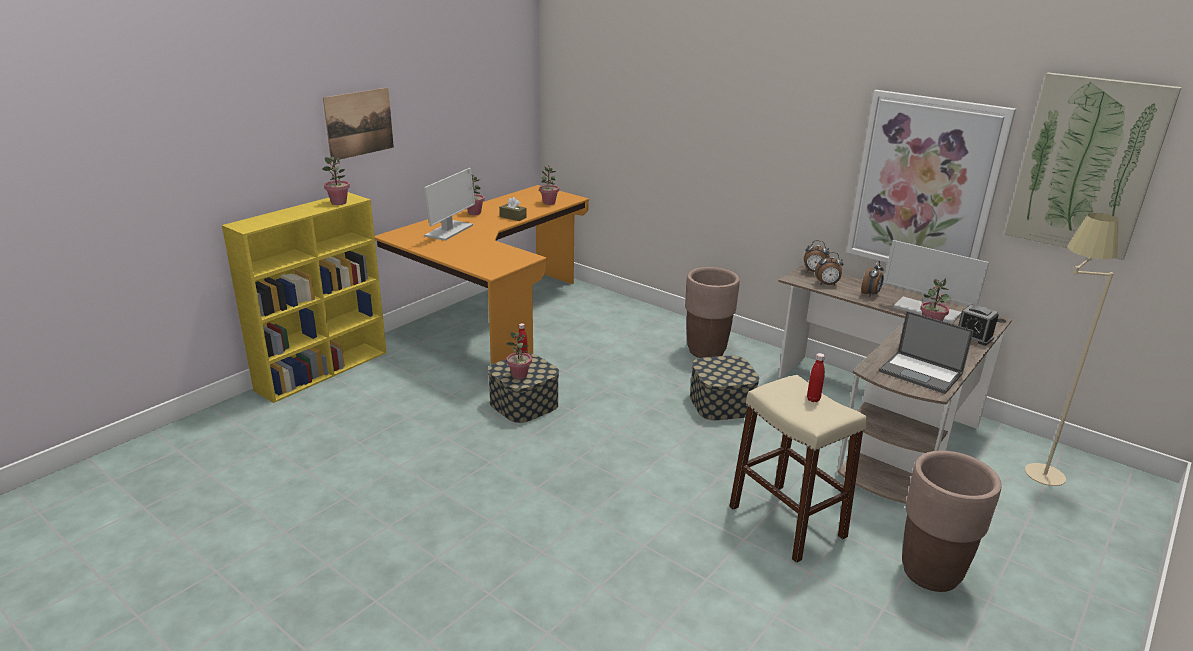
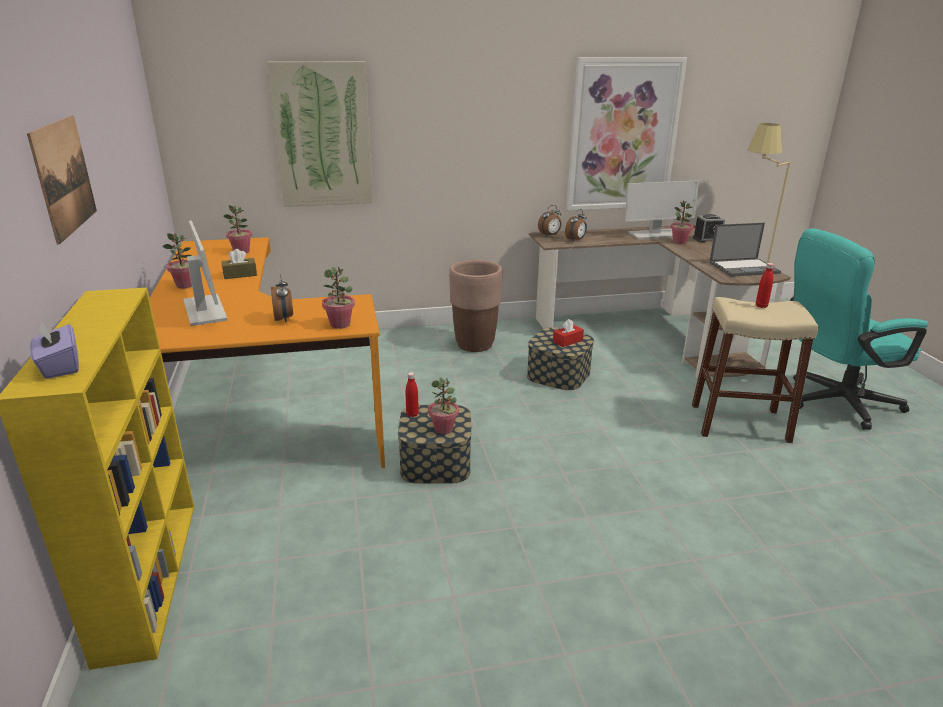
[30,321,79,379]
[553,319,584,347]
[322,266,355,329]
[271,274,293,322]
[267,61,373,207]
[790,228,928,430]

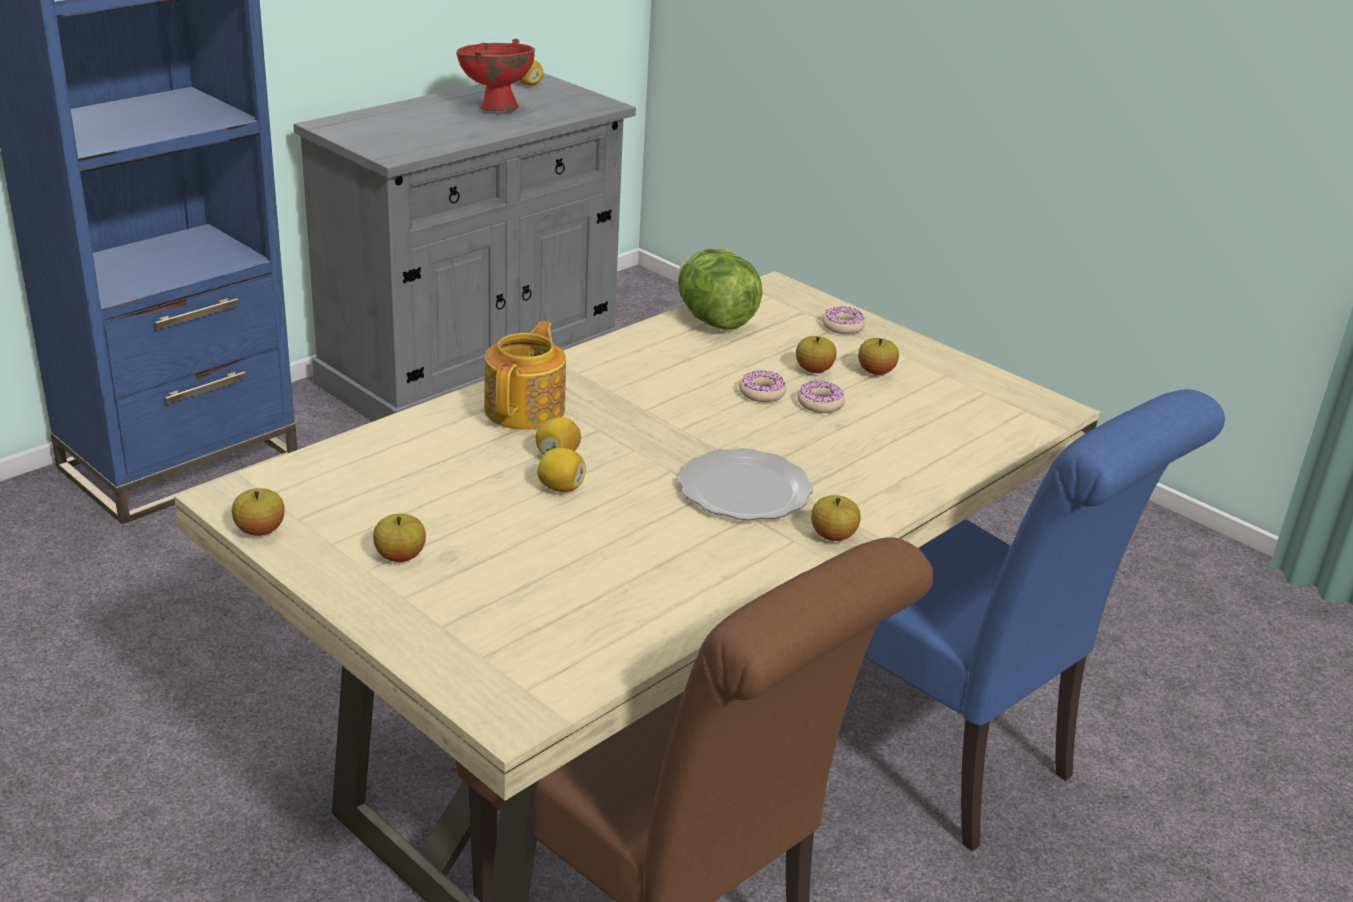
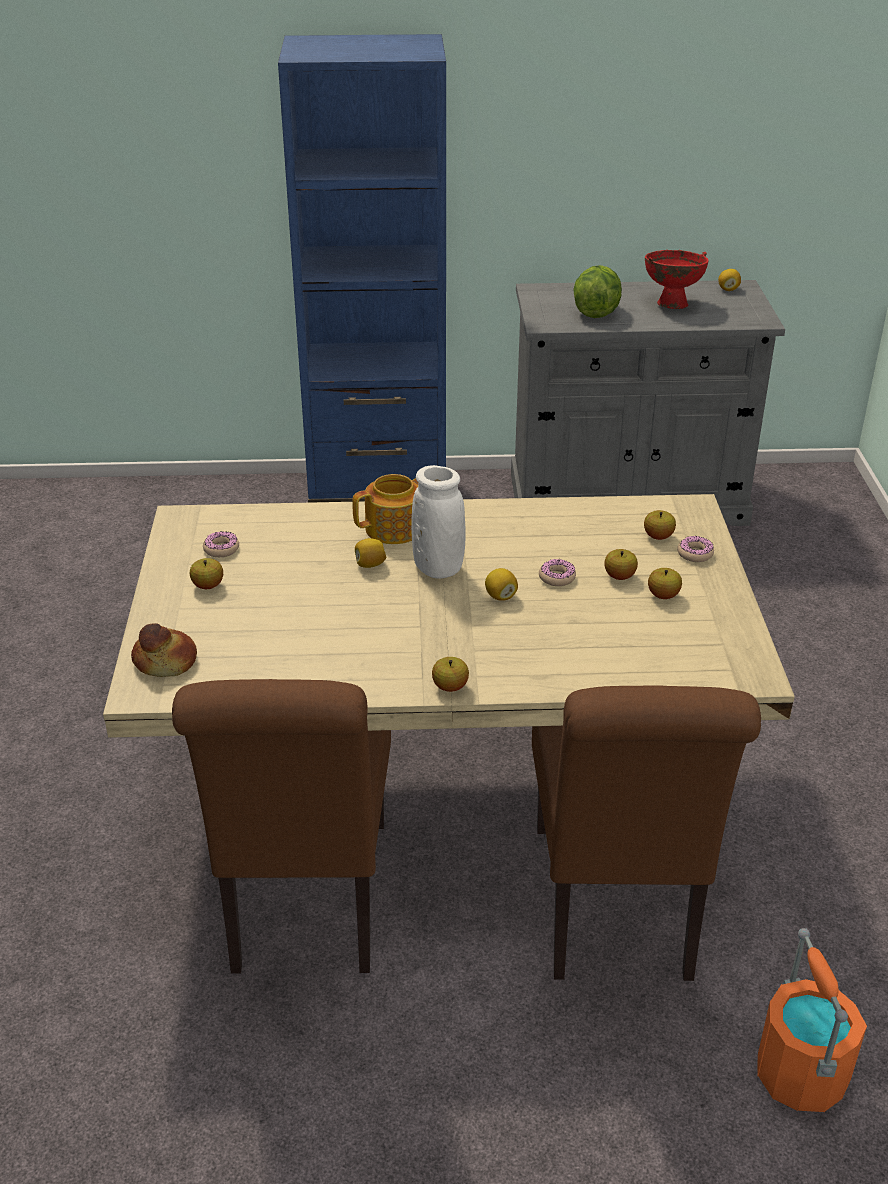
[678,448,813,520] (first image)
[131,623,197,677]
[411,465,466,579]
[757,928,867,1112]
[644,510,676,540]
[485,568,518,601]
[573,265,622,318]
[203,531,239,557]
[532,686,761,981]

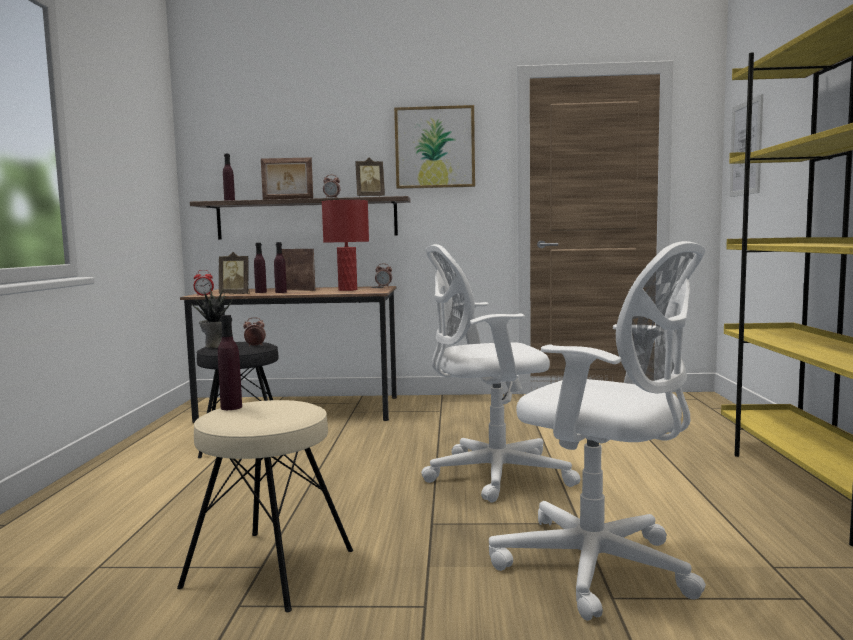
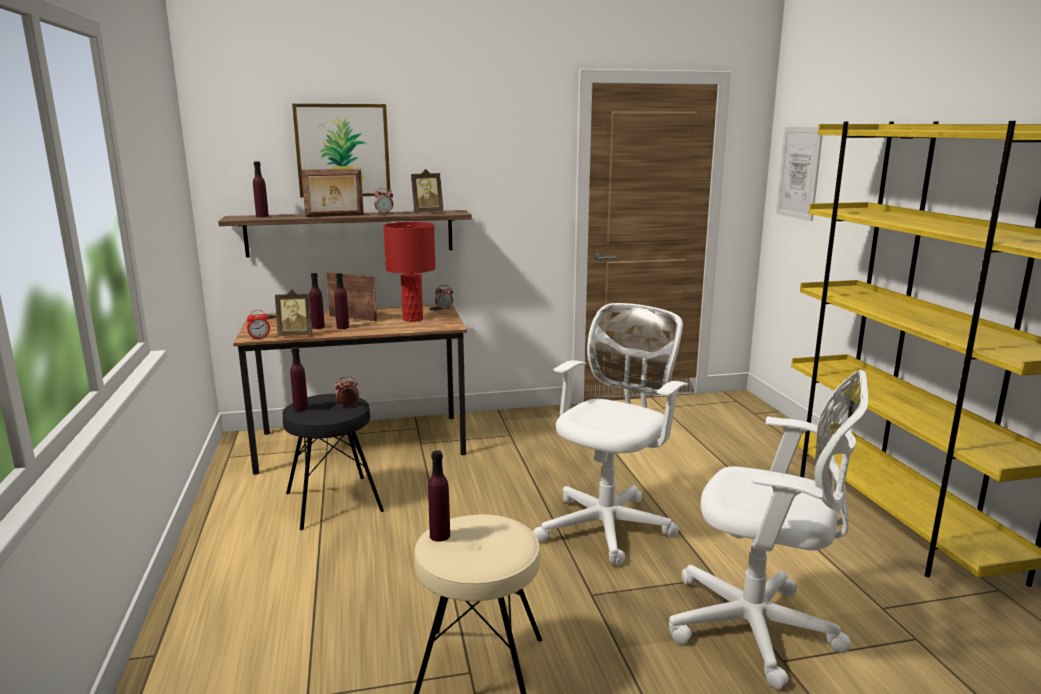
[292,104,391,198]
[290,347,308,411]
[533,303,688,566]

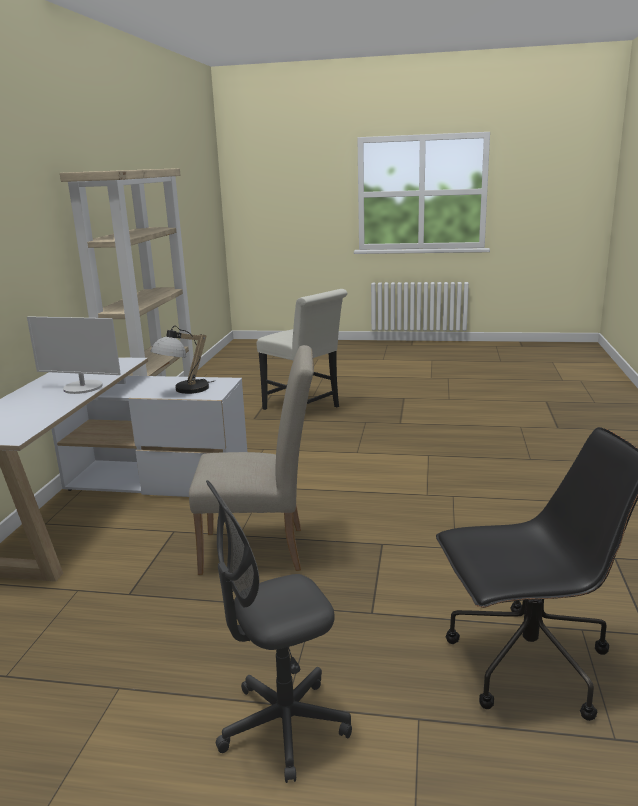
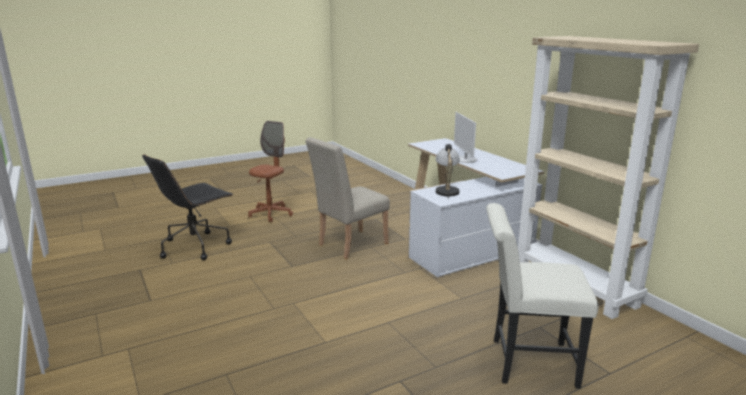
[248,121,293,222]
[454,112,477,163]

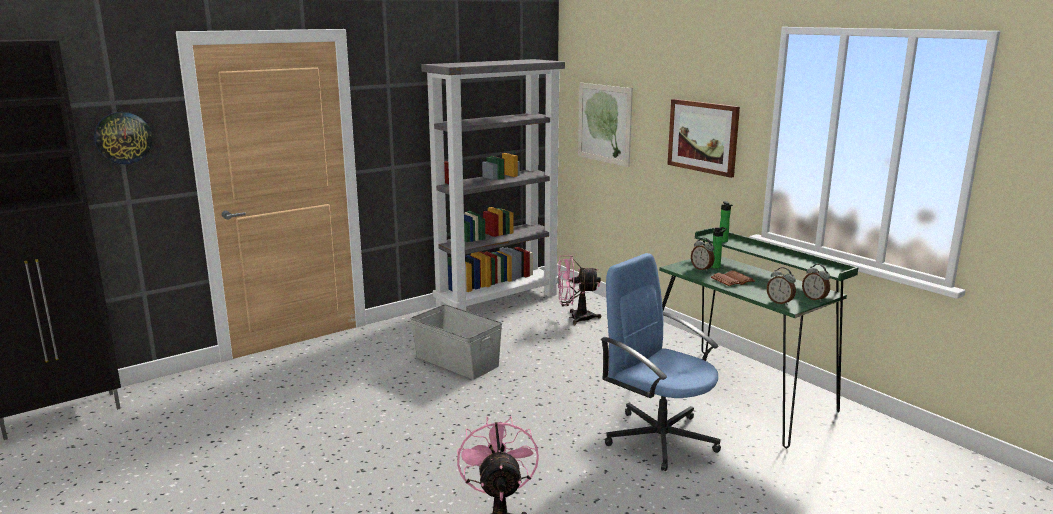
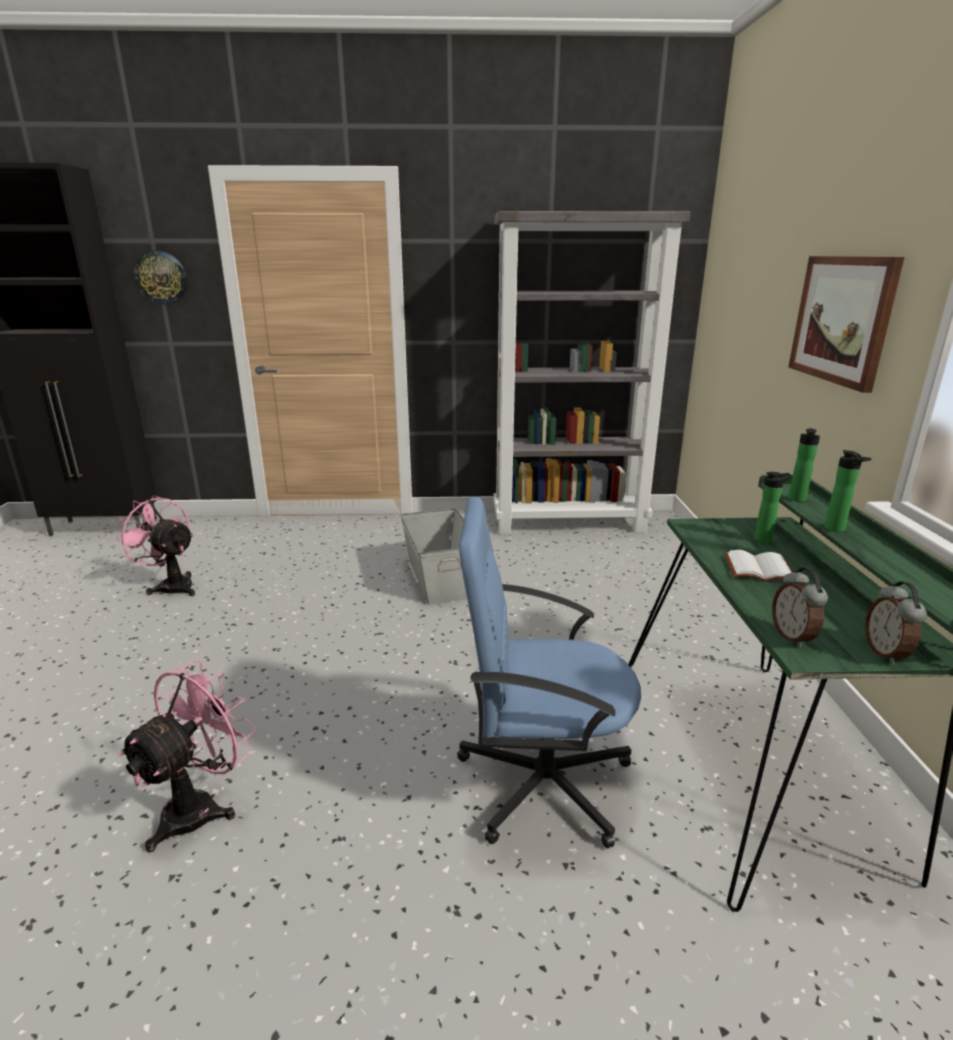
[578,83,633,167] (first image)
[691,237,715,271] (first image)
[824,450,872,532]
[114,495,195,596]
[724,550,793,581]
[457,497,642,848]

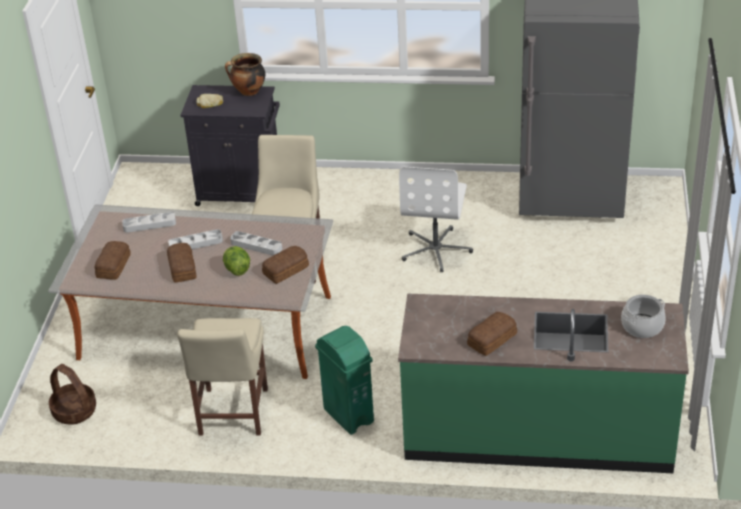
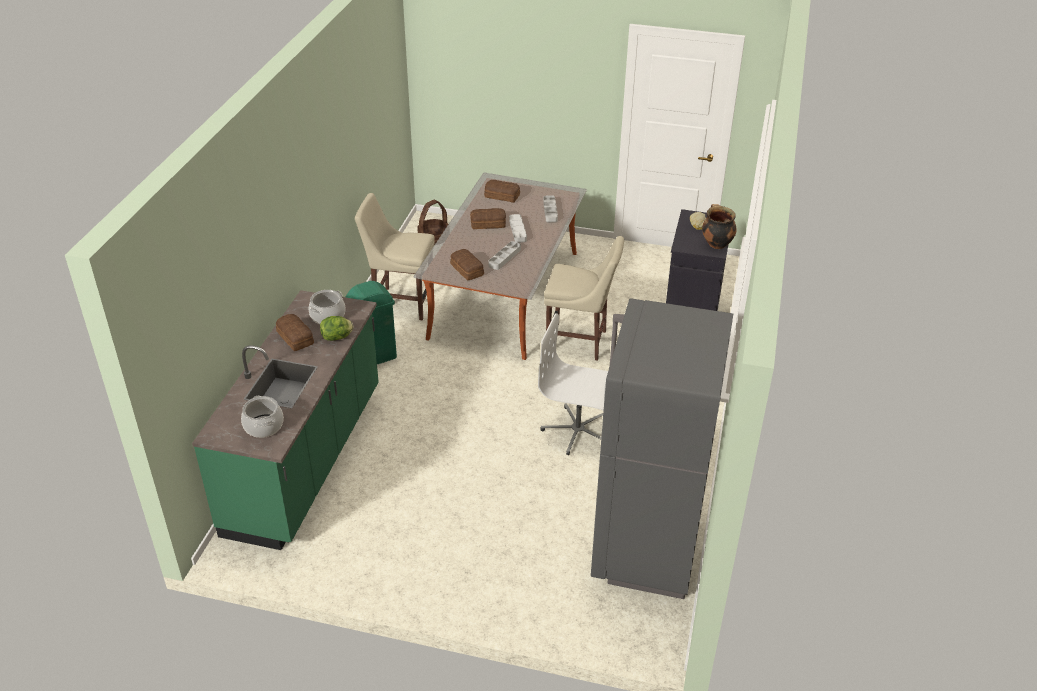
[309,290,346,324]
[320,316,354,341]

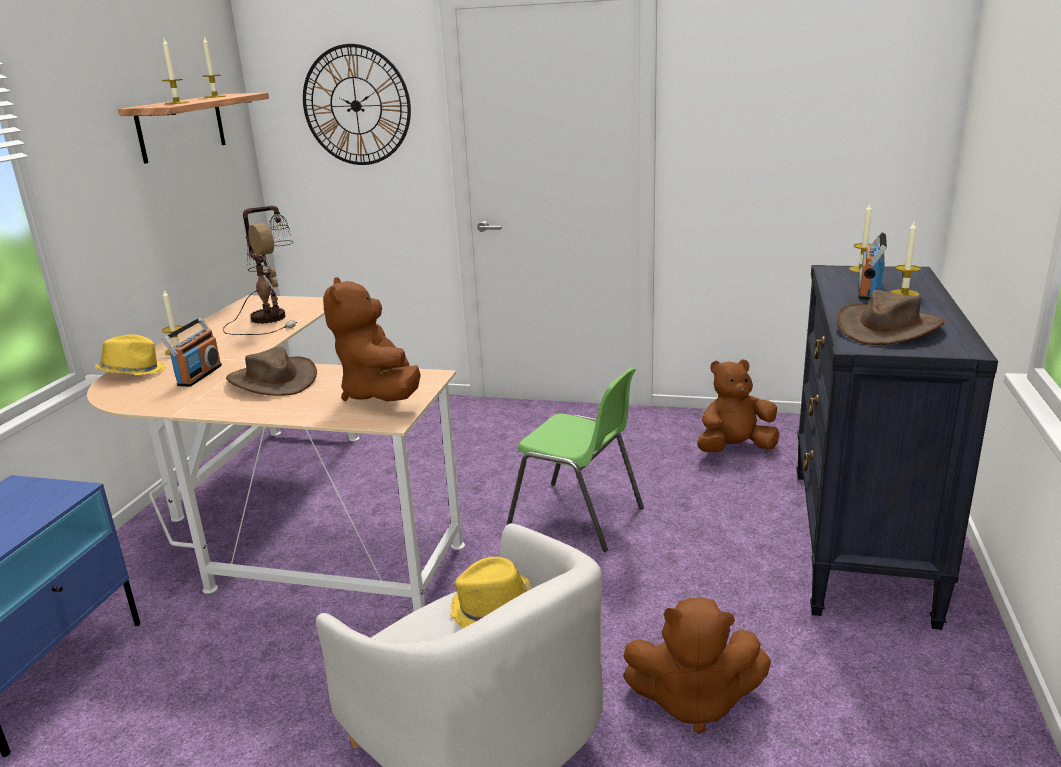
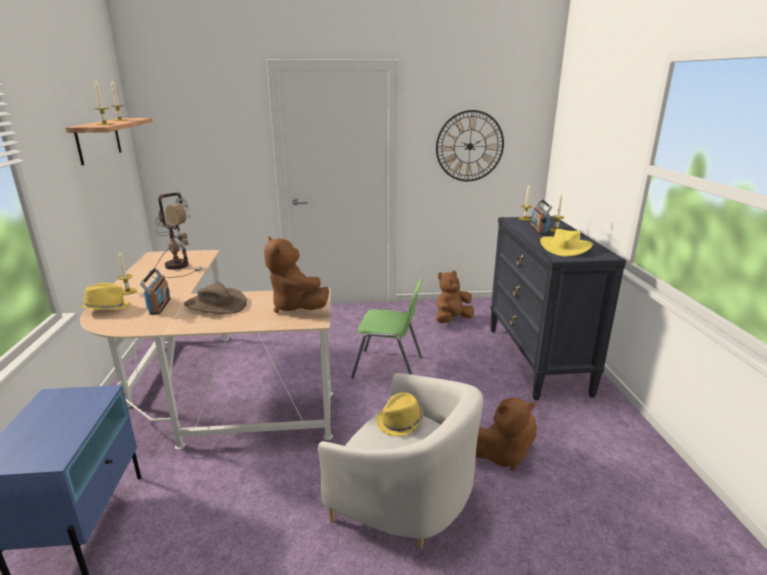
[436,110,504,181]
[540,229,593,257]

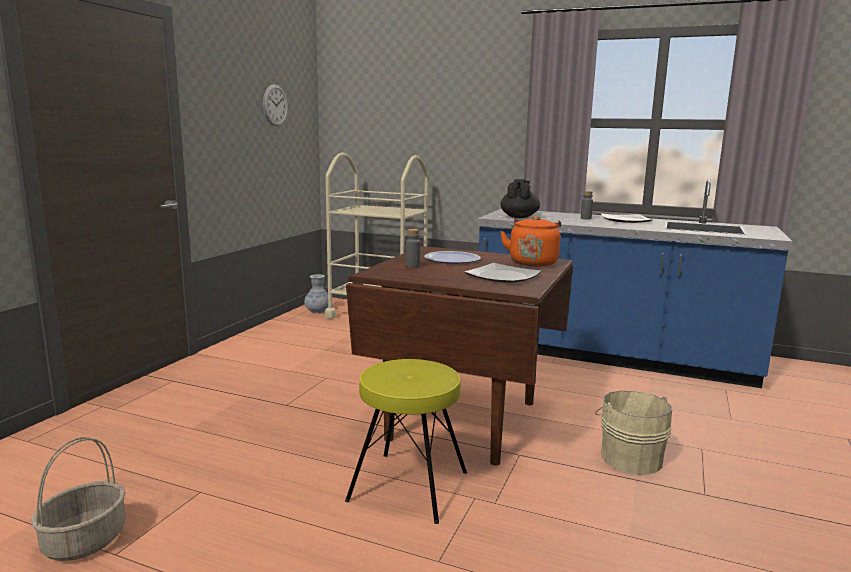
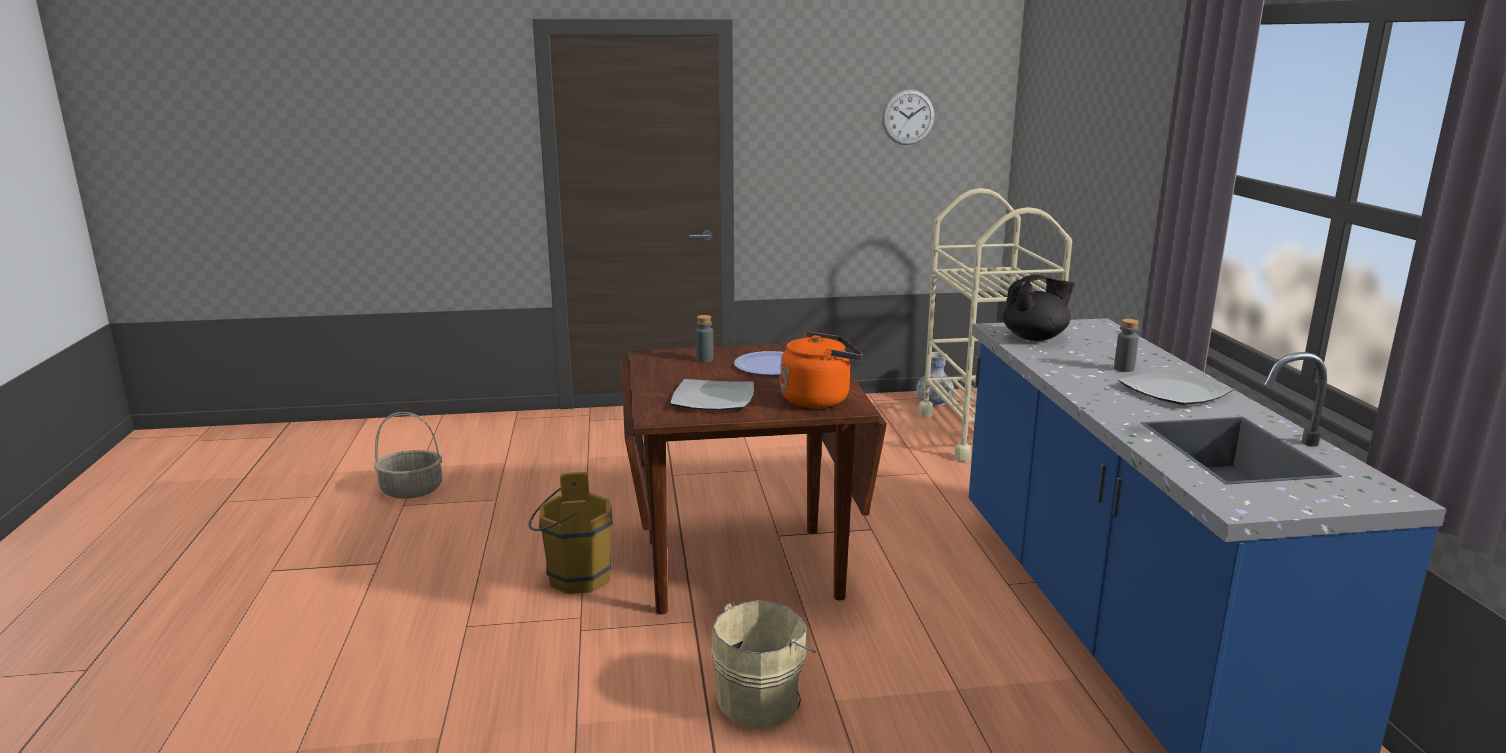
[528,472,613,594]

